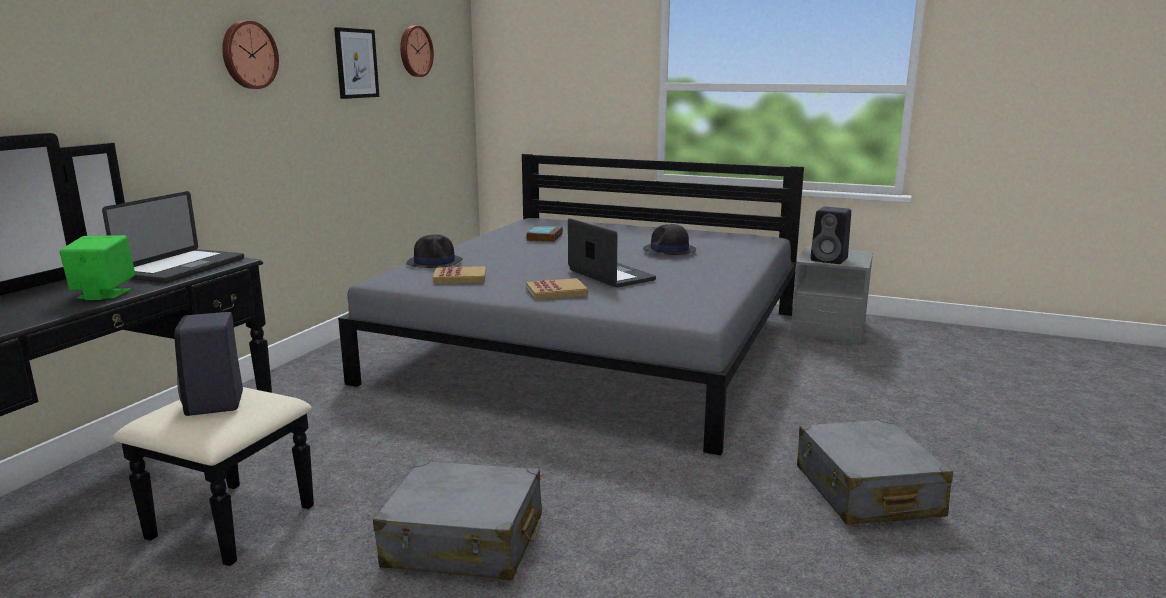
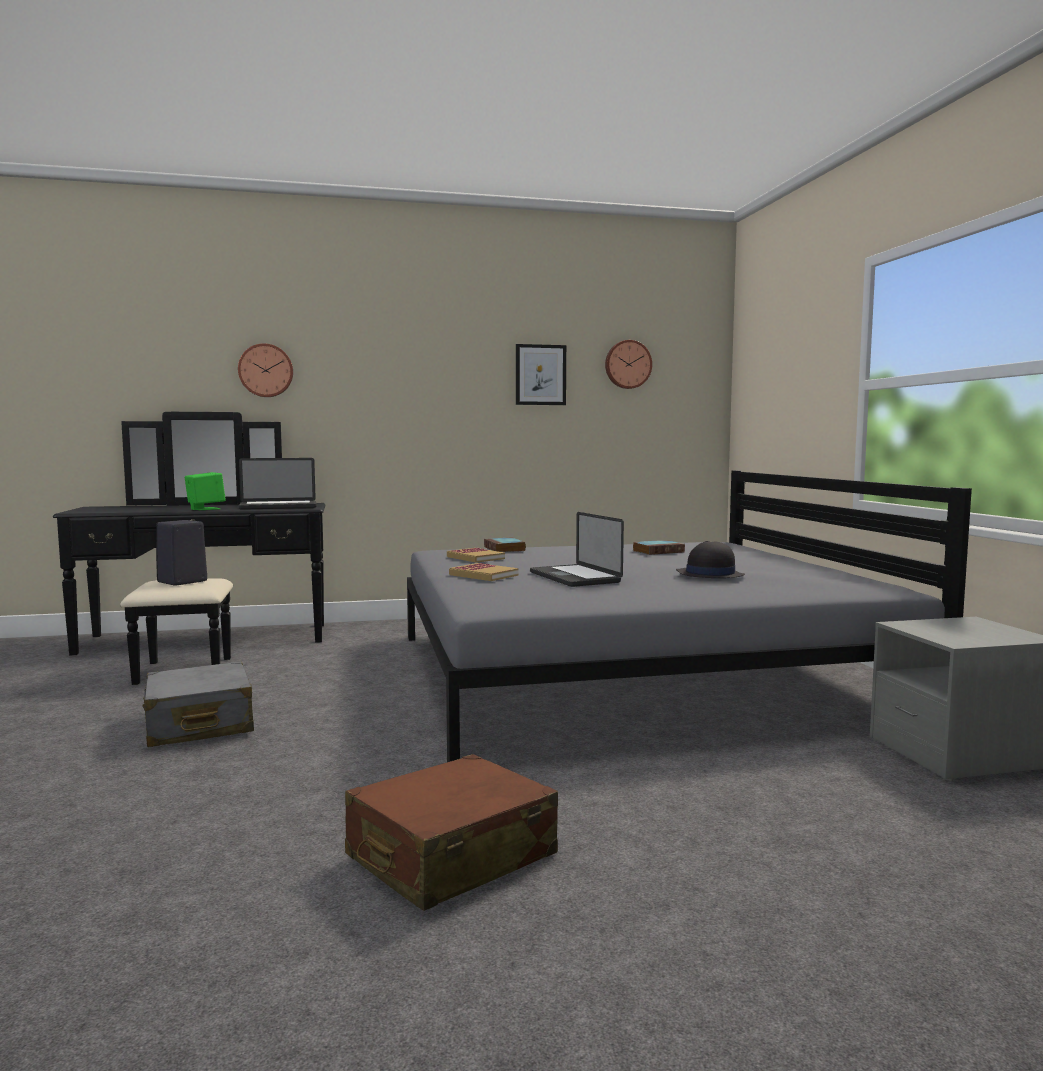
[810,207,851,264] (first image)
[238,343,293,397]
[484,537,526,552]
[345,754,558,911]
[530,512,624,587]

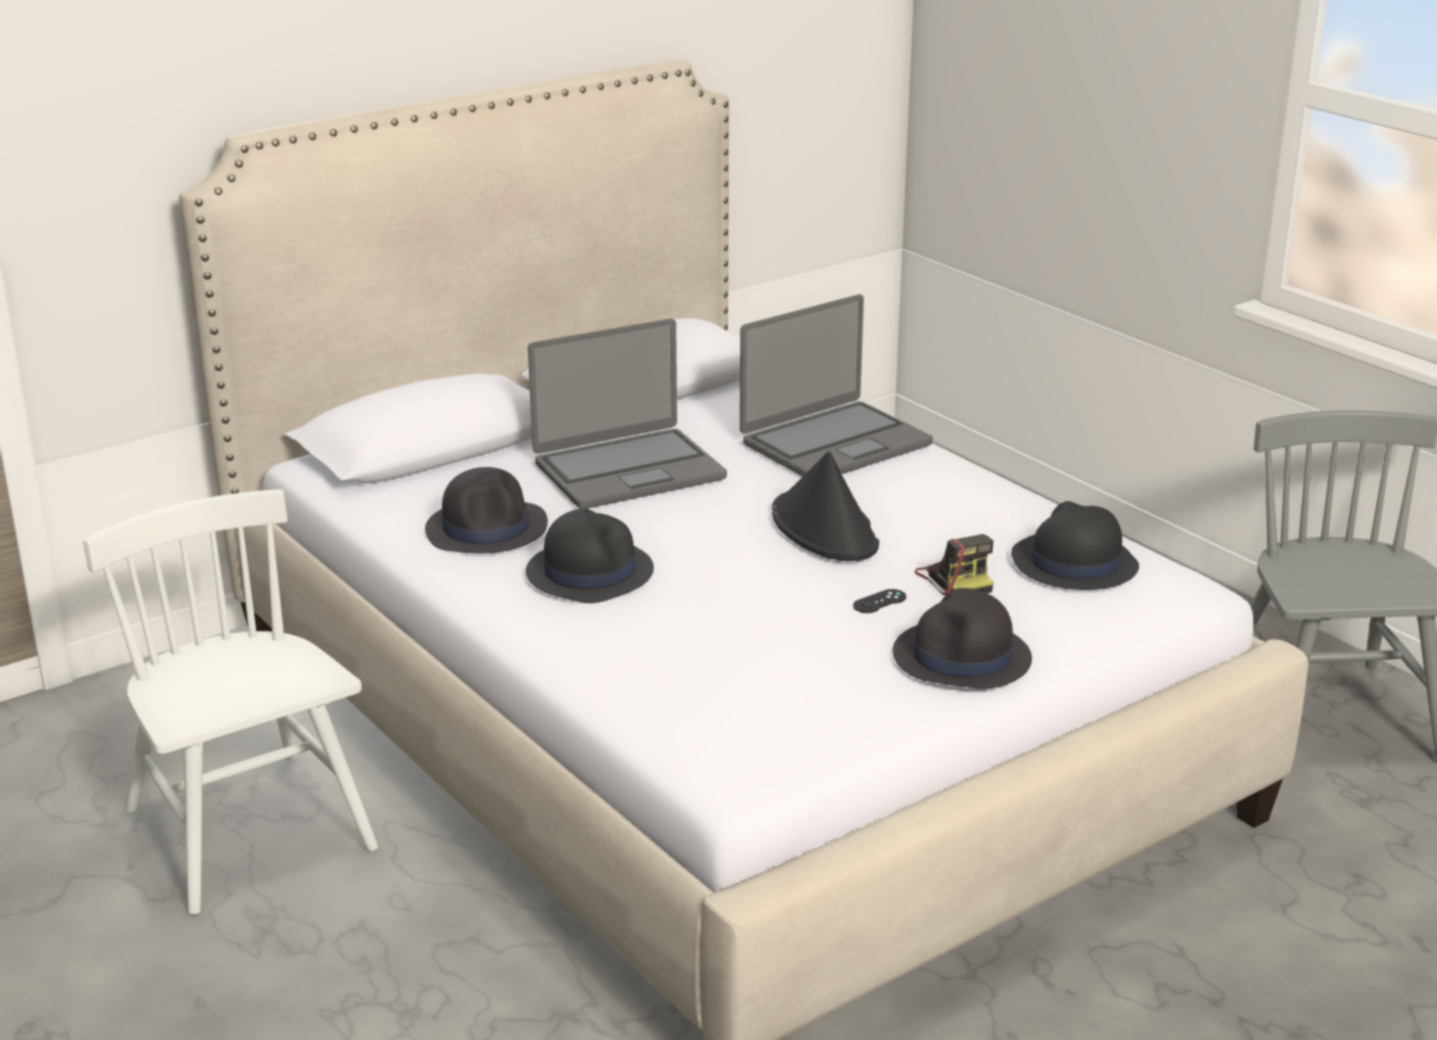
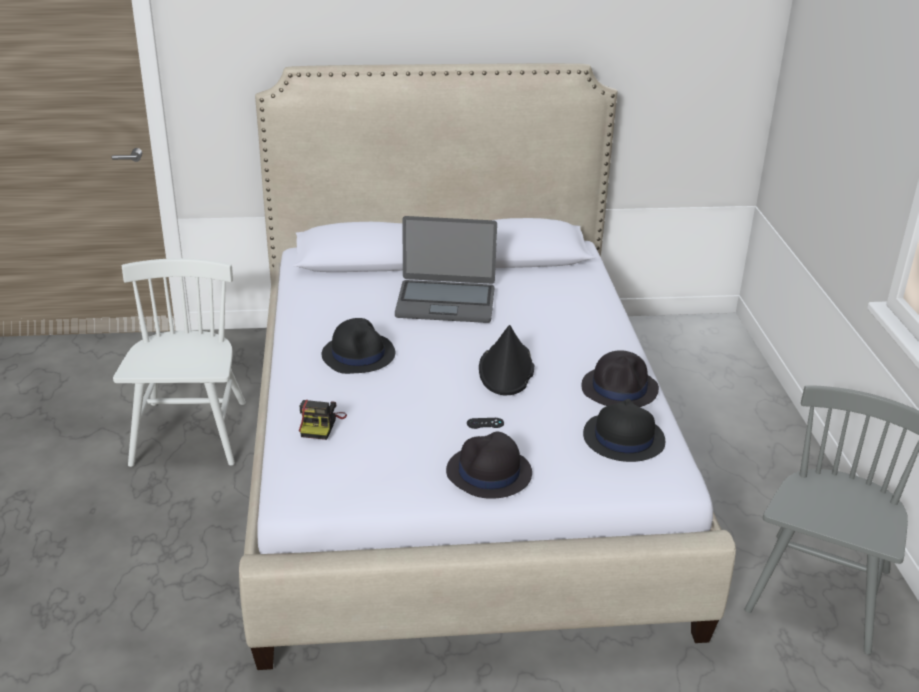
[740,294,933,477] (first image)
[581,350,659,407]
[299,400,347,440]

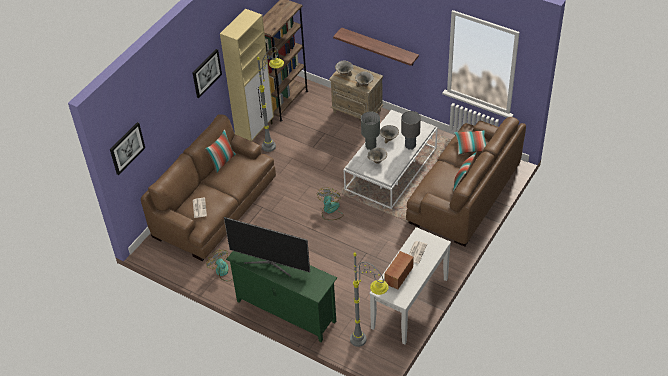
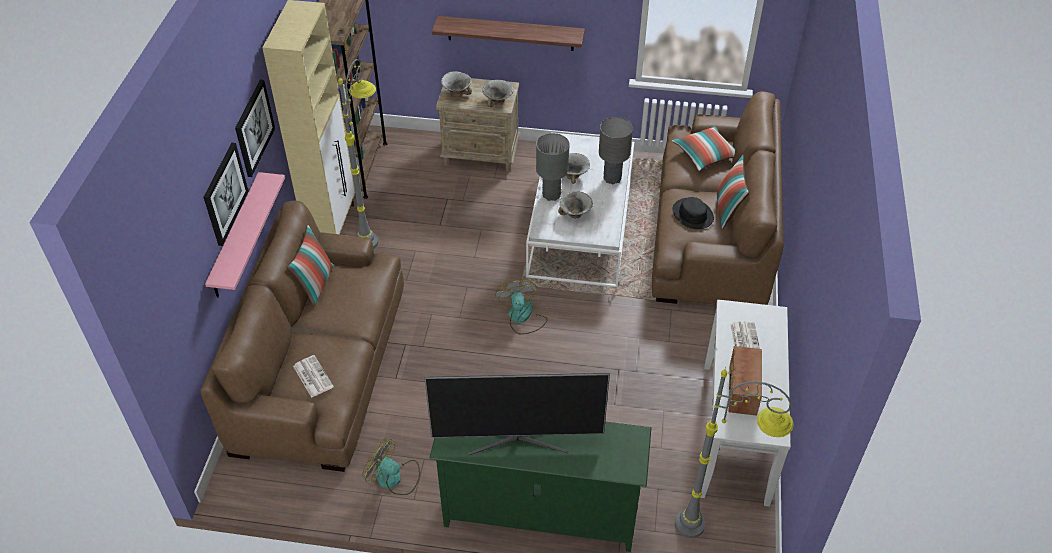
[205,172,285,298]
[673,197,714,229]
[203,143,249,246]

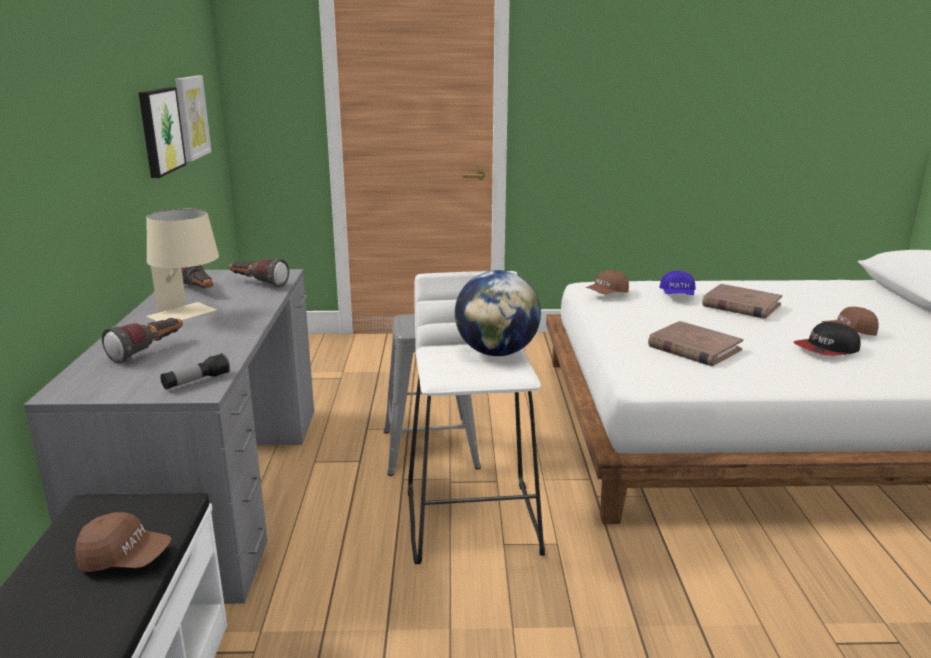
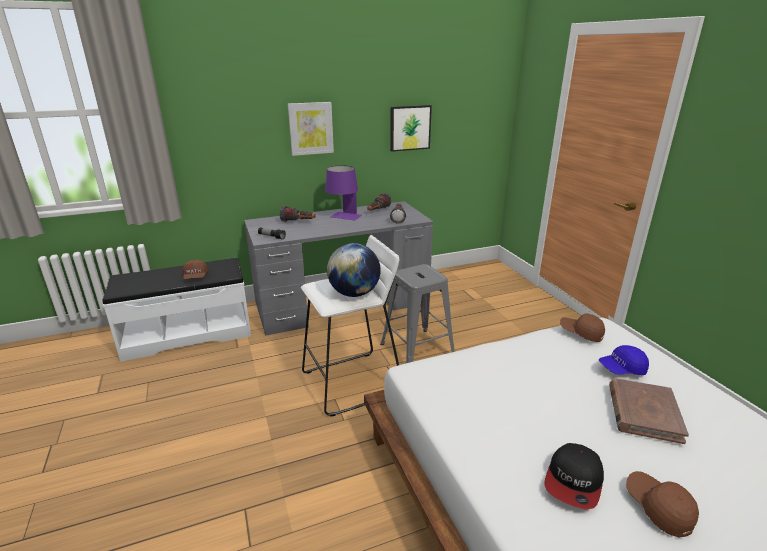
[648,321,743,366] (first image)
[288,102,334,156]
[325,165,362,220]
[544,443,604,510]

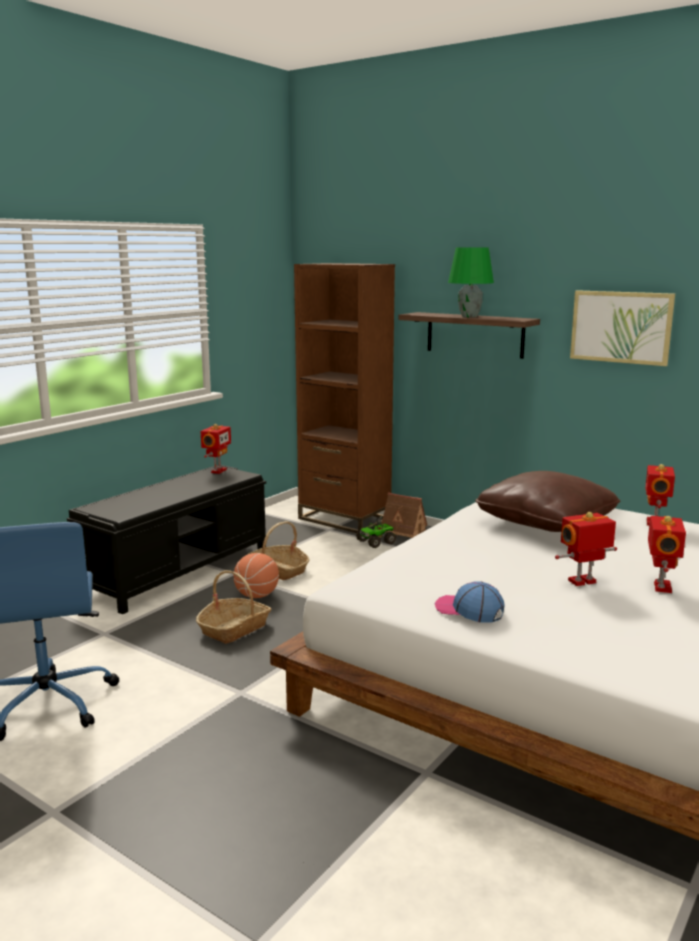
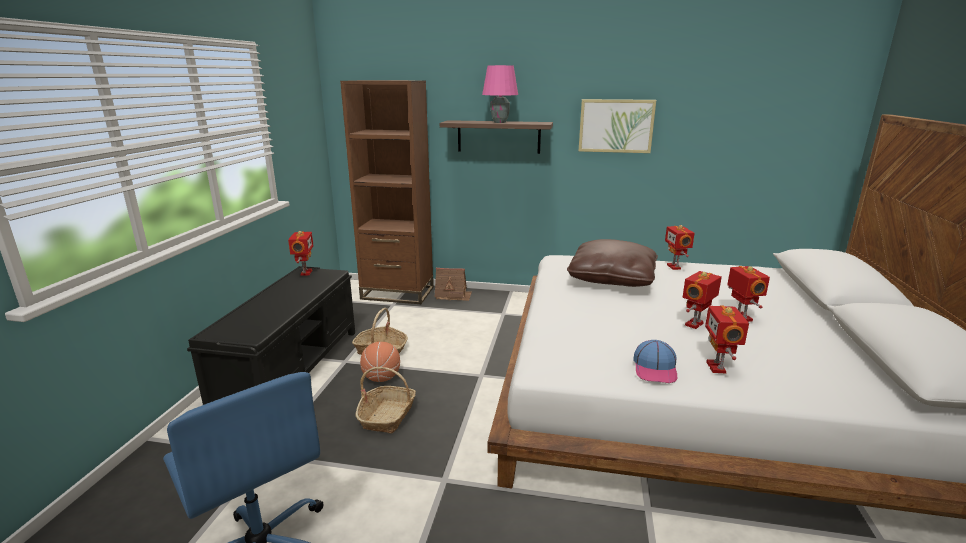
[356,516,396,548] (first image)
[705,305,749,374]
[482,65,518,123]
[633,340,677,383]

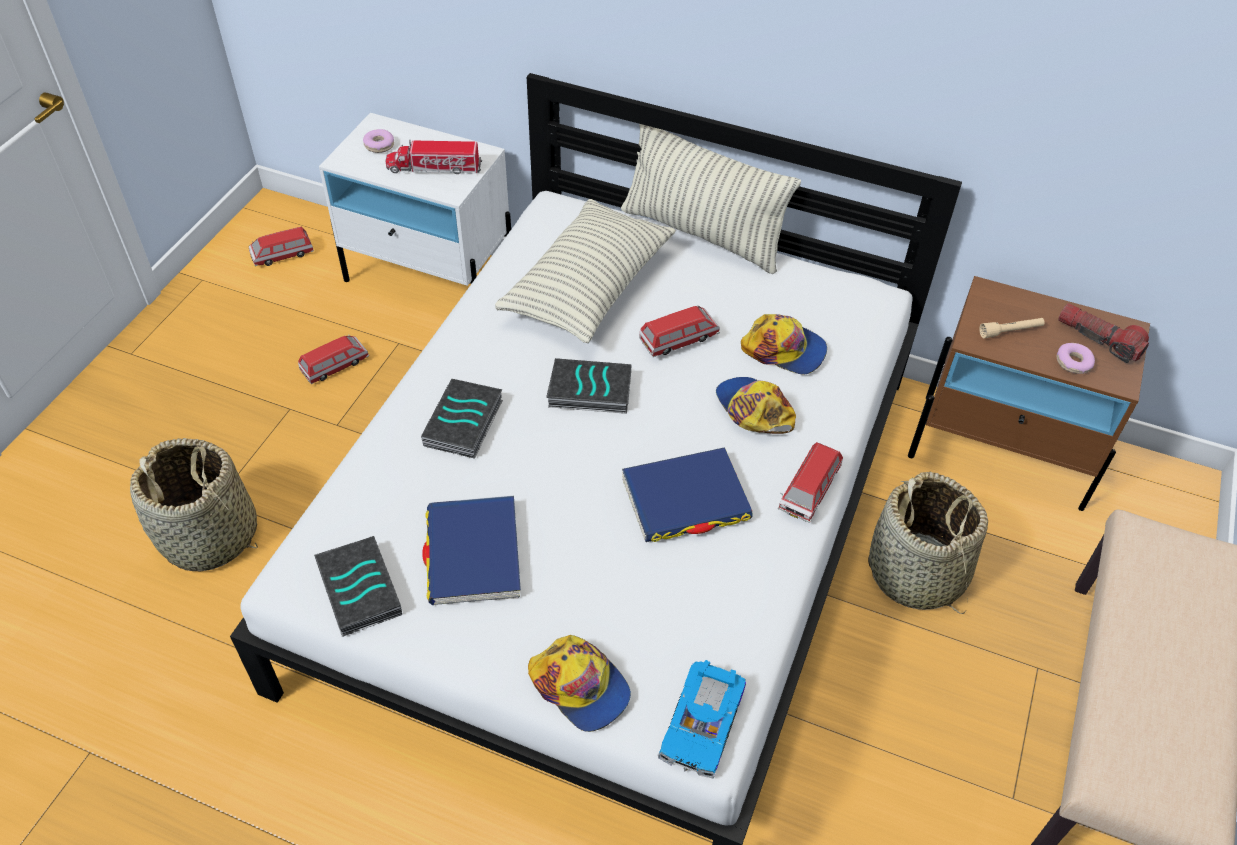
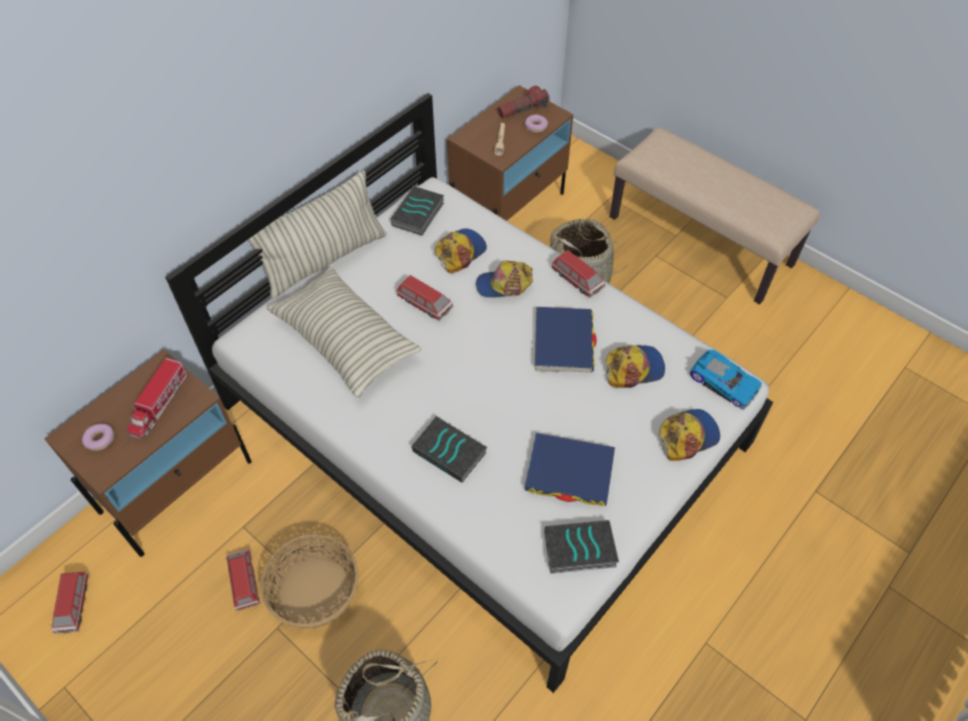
[261,534,359,629]
[605,345,665,388]
[390,186,444,236]
[44,350,252,557]
[397,275,454,321]

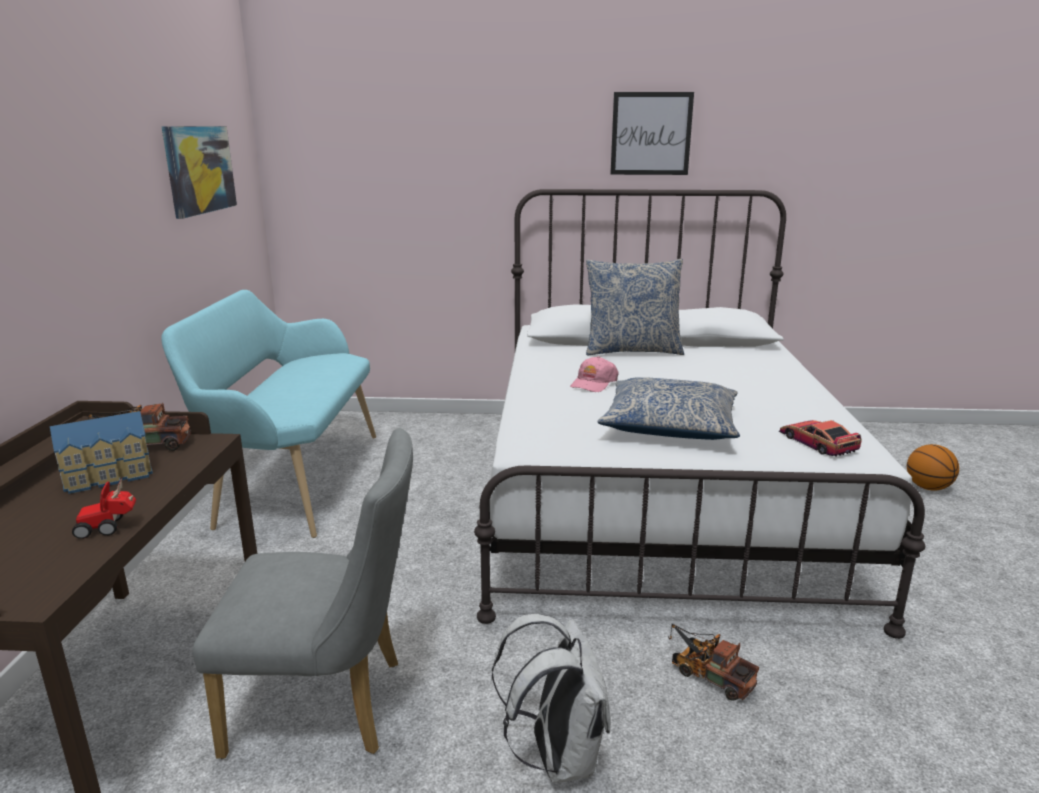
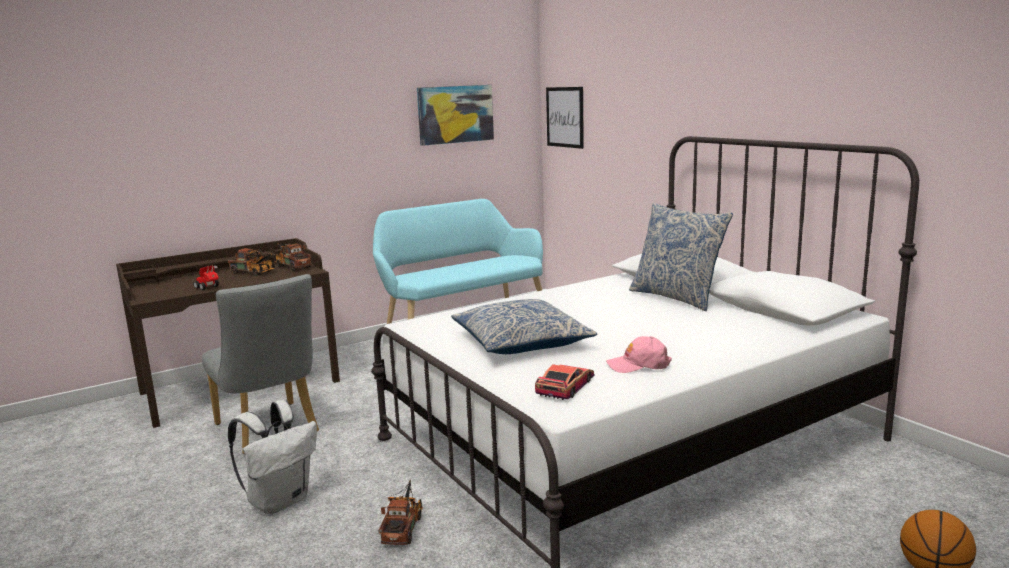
[606,336,672,373]
[546,87,584,149]
[227,248,275,276]

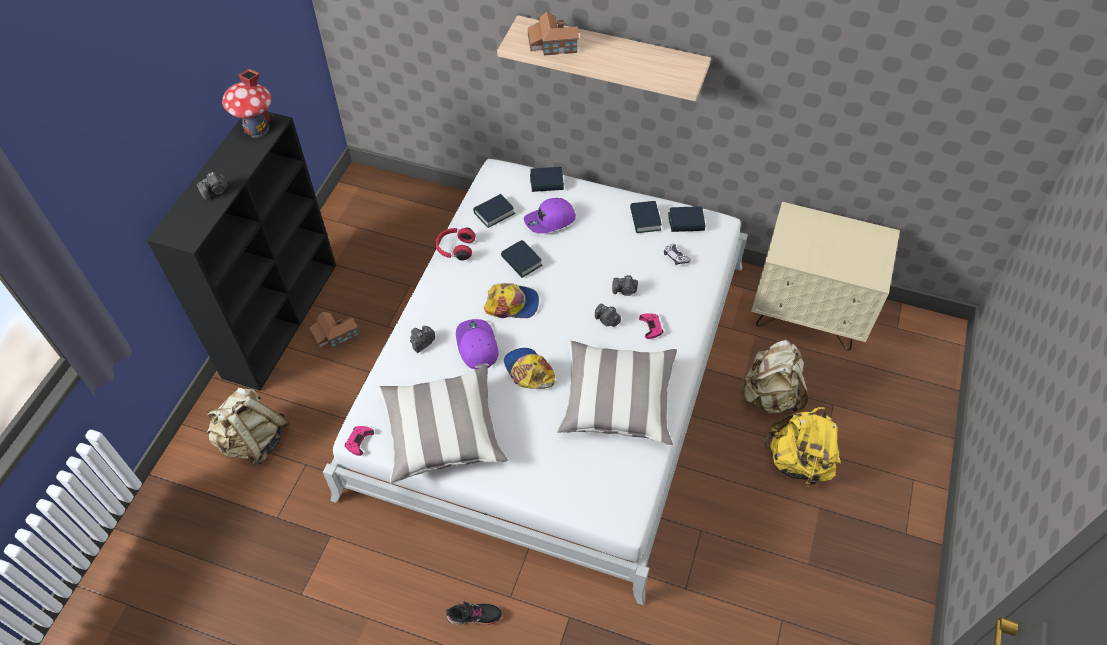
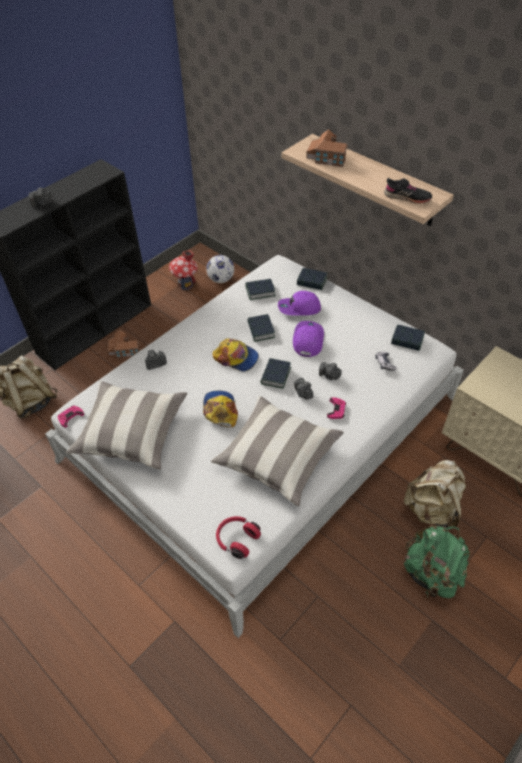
[206,255,234,283]
[169,250,198,290]
[216,516,261,559]
[384,178,432,203]
[293,321,324,357]
[261,358,291,389]
[404,526,470,598]

